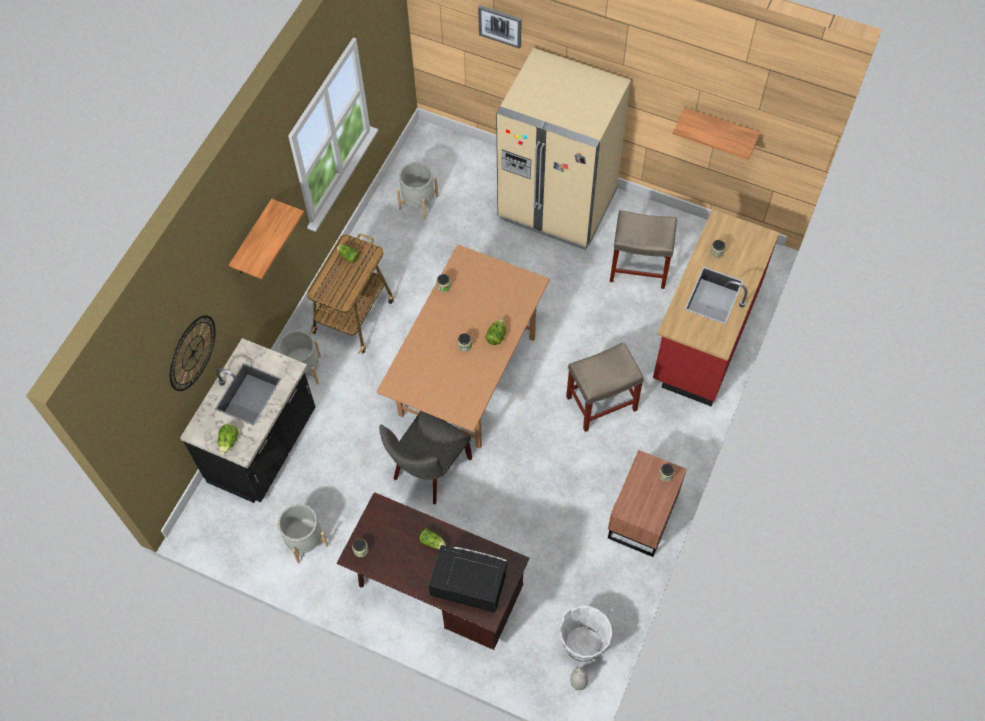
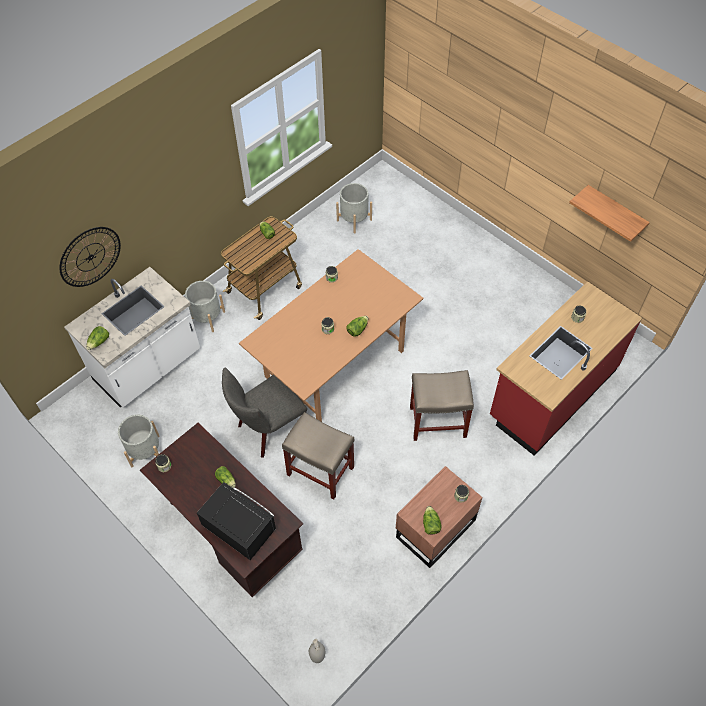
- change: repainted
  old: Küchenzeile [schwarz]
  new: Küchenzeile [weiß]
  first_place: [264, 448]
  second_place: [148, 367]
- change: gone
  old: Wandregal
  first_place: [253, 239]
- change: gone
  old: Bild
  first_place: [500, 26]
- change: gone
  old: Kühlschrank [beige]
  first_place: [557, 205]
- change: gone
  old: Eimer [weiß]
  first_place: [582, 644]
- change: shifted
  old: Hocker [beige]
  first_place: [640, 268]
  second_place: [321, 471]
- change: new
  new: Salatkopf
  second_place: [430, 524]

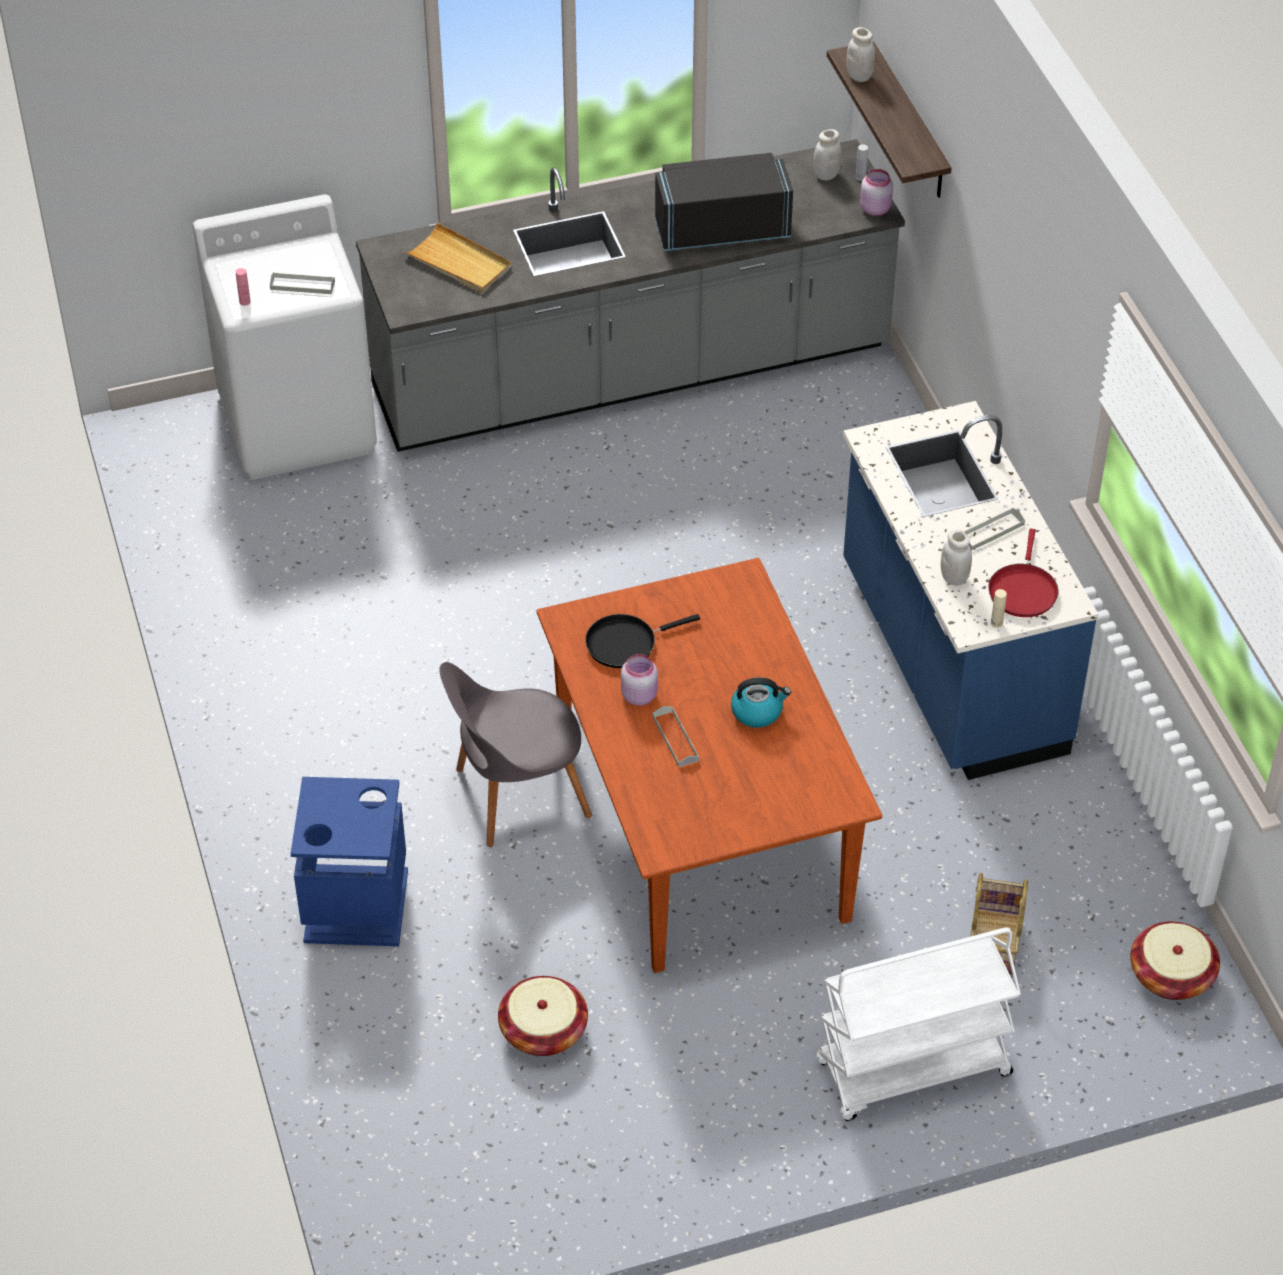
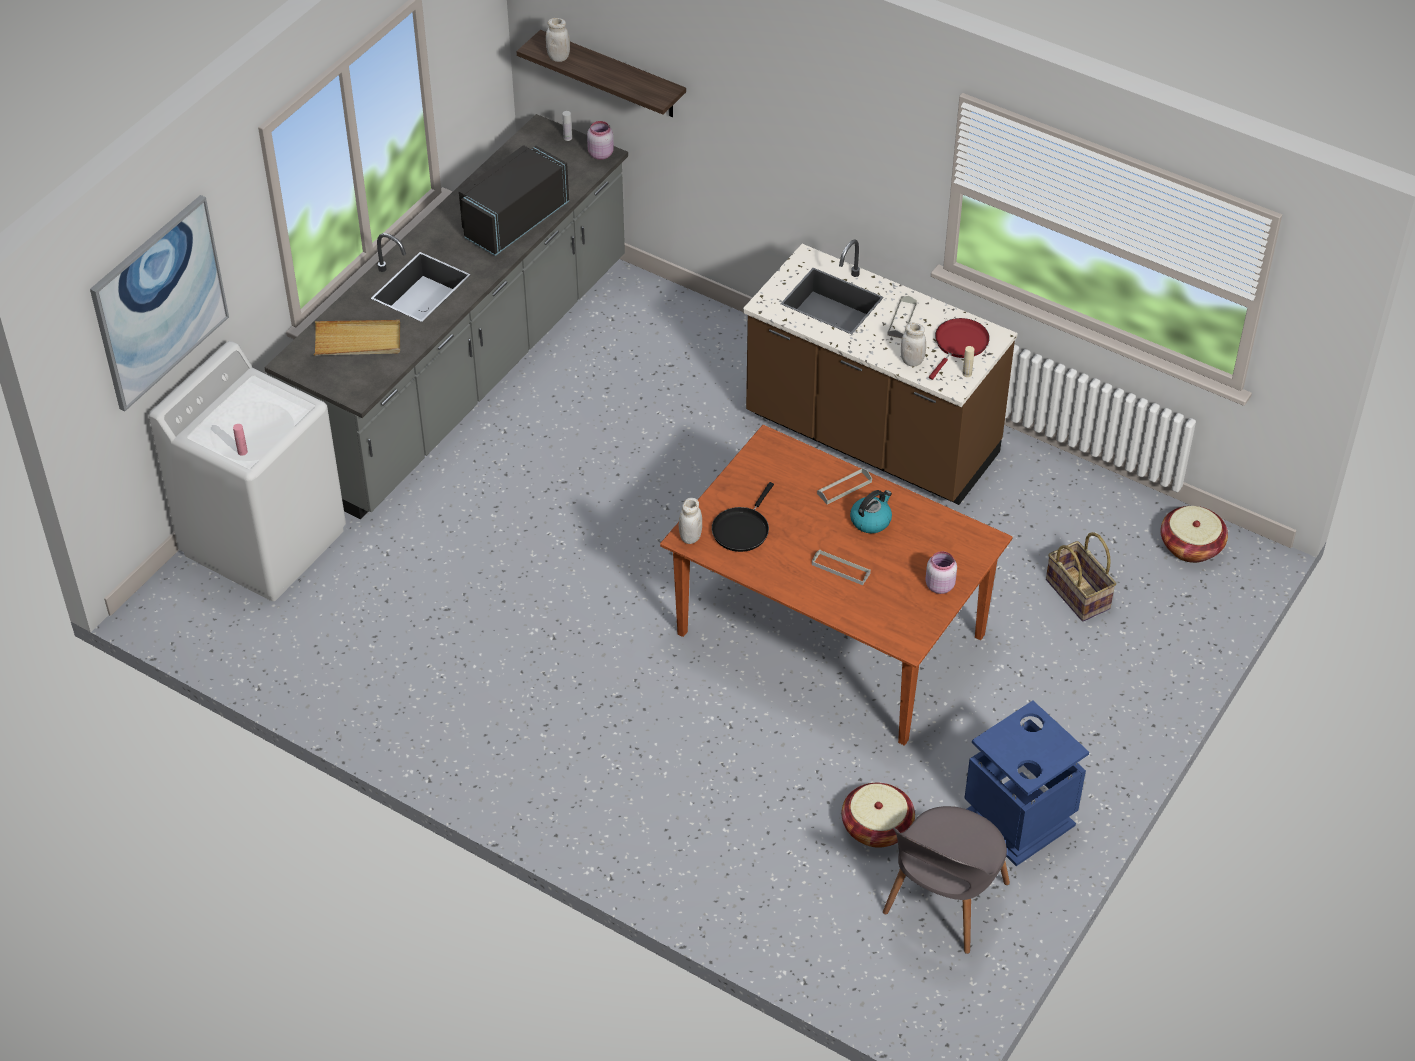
- change: shifted
  old: Tablett [grau]
  first_place: [302, 285]
  second_place: [844, 488]
- change: shifted
  old: Mülleimer [blau]
  first_place: [355, 907]
  second_place: [1018, 820]
- change: shifted
  old: Stuhl [grau]
  first_place: [516, 794]
  second_place: [943, 902]
- change: shifted
  old: Vorratsglas [rosa]
  first_place: [639, 695]
  second_place: [939, 585]
- change: shifted
  old: Vorratsglas [weiß]
  first_place: [826, 175]
  second_place: [690, 537]
- change: gone
  old: Rollwagen [weiß]
  first_place: [912, 1070]
- change: repainted
  old: Küchenzeile [blau]
  new: Küchenzeile [braun]
  first_place: [950, 661]
  second_place: [871, 438]
- change: rotated
  old: Pfanne [rot]
  first_place: [1023, 590]
  second_place: [959, 344]
  degrees: -120
- change: new
  new: Bild
  second_place: [159, 302]

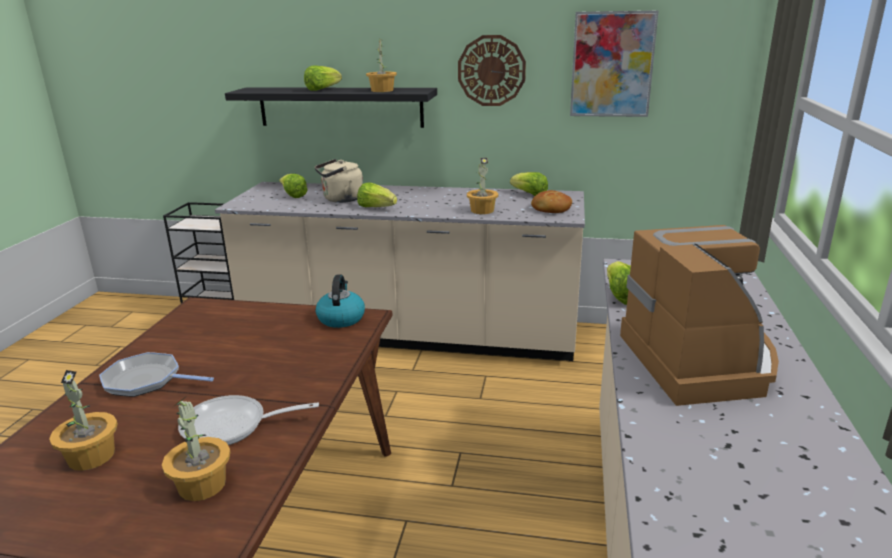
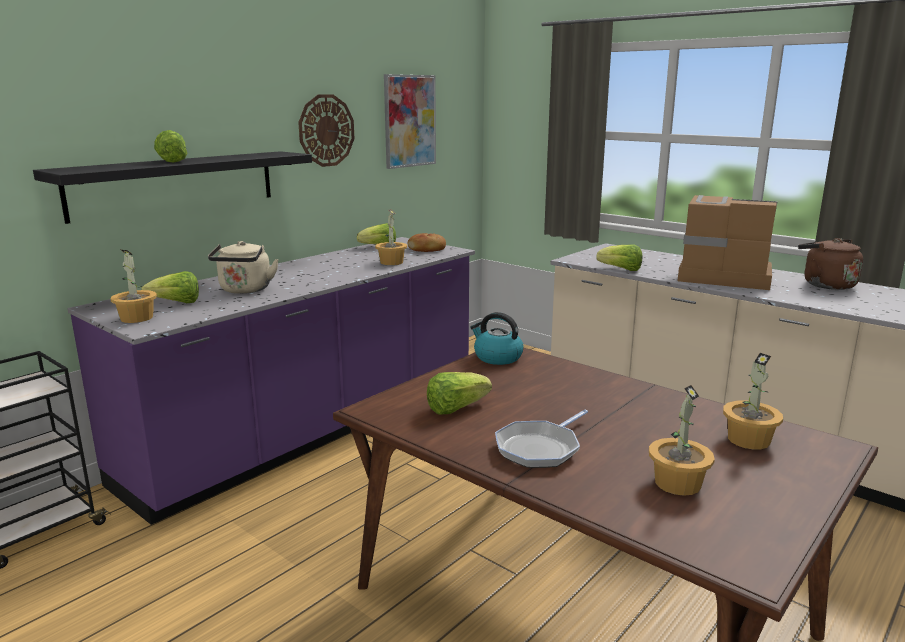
- change: gone
  old: Pfanne
  first_place: [232, 426]
- change: repainted
  old: Küchenzeile [beige]
  new: Küchenzeile [lila]
  first_place: [410, 334]
  second_place: [313, 429]
- change: shifted
  old: Salatkopf
  first_place: [376, 208]
  second_place: [456, 408]
- change: shifted
  old: Topfpflanze
  first_place: [382, 90]
  second_place: [136, 318]
- change: new
  new: Wasserkessel [braun]
  second_place: [825, 285]

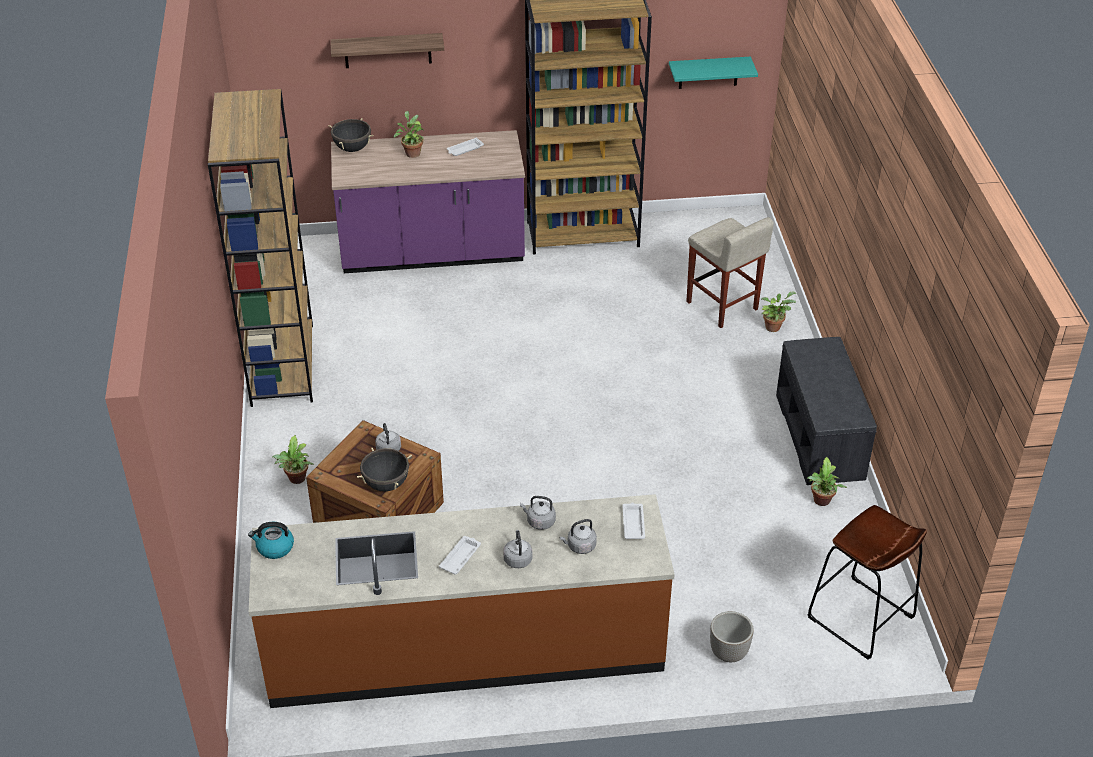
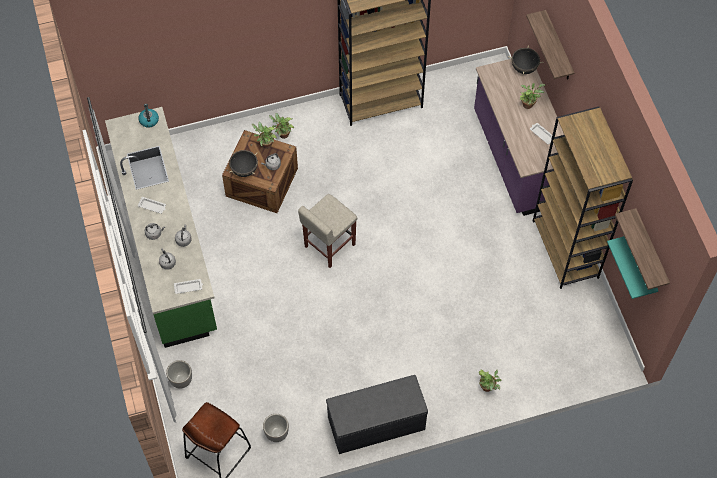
- change: repainted
  old: Küchenzeile [braun]
  new: Küchenzeile [grün]
  first_place: [465, 649]
  second_place: [168, 246]
- change: shifted
  old: Hocker [beige]
  first_place: [722, 306]
  second_place: [329, 246]
- change: shifted
  old: Topfpflanze
  first_place: [821, 502]
  second_place: [265, 144]
- change: new
  new: Pflanzkübel
  second_place: [276, 434]
- change: new
  new: Wandregal
  second_place: [650, 250]

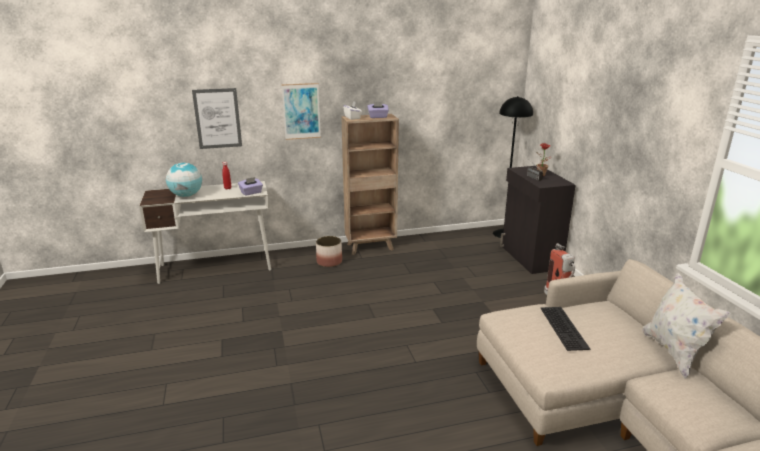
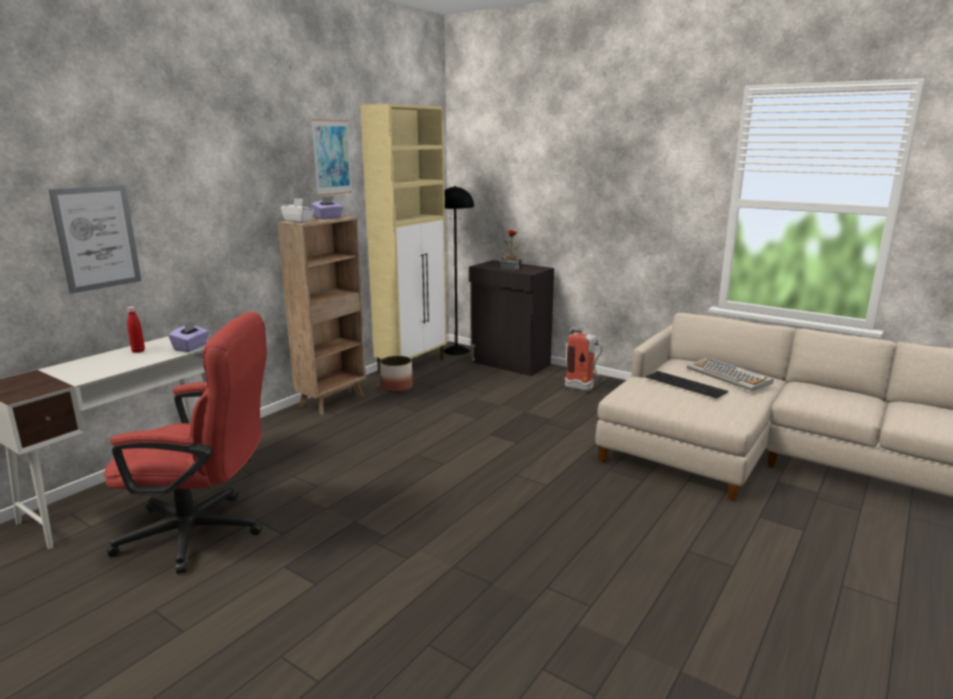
- change: gone
  old: Globus
  first_place: [186, 195]
- change: shifted
  old: Bild
  first_place: [301, 111]
  second_place: [332, 157]
- change: shifted
  old: Pflanzkübel
  first_place: [329, 262]
  second_place: [397, 387]
- change: gone
  old: Kissen [weiß]
  first_place: [673, 353]
- change: new
  new: Bürostuhl [rot]
  second_place: [204, 533]
- change: new
  new: Schrank [beige]
  second_place: [412, 365]
- change: new
  new: Tastatur
  second_place: [729, 376]

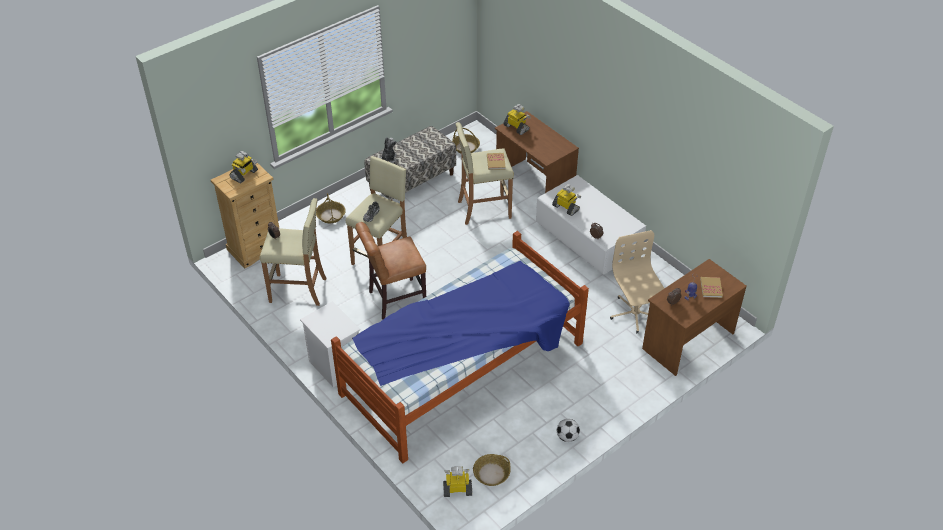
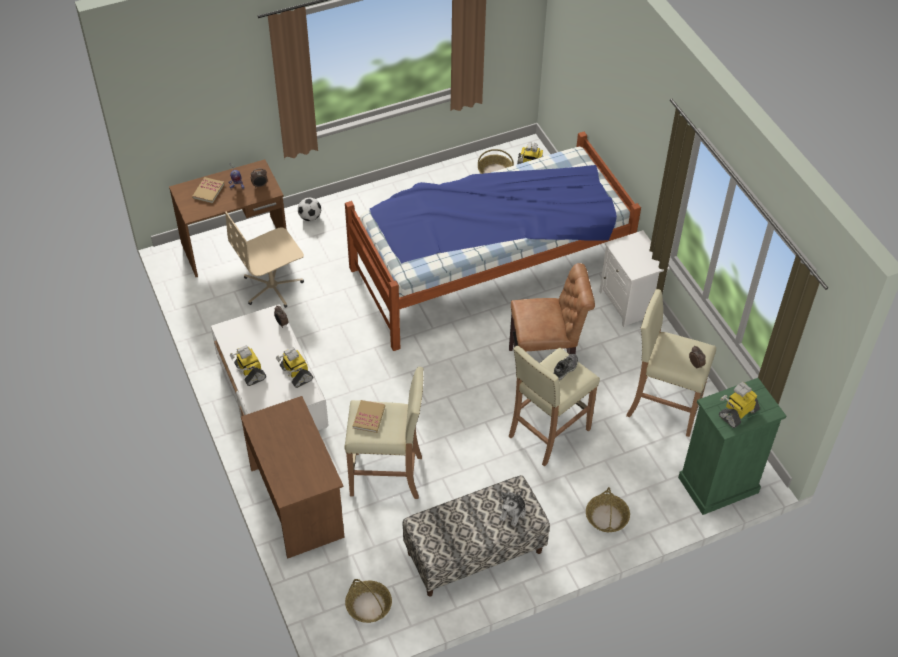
- change: repainted
  old: Kommode [beige]
  new: Kommode [grün]
  first_place: [255, 248]
  second_place: [718, 485]
- change: shifted
  old: Spielzeugroboter
  first_place: [517, 127]
  second_place: [249, 372]
- change: shifted
  old: Fußball
  first_place: [567, 437]
  second_place: [310, 217]
- change: rotated
  old: Bürostuhl [beige]
  first_place: [634, 314]
  second_place: [272, 287]
  degrees: 60

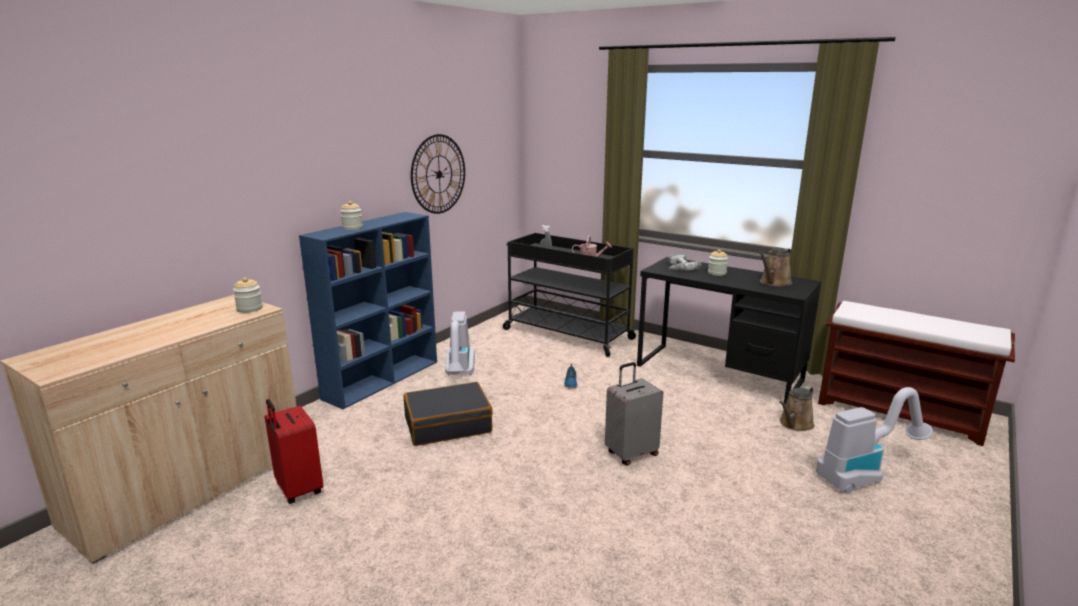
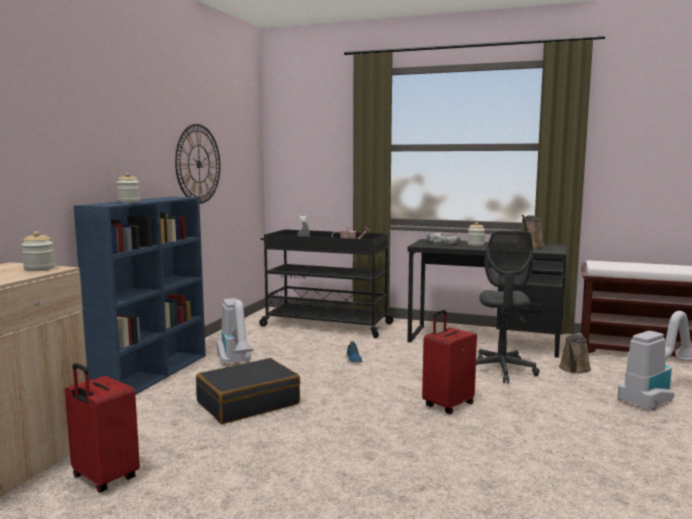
- change: repainted
  old: Koffer [grau]
  new: Koffer [rot]
  first_place: [631, 453]
  second_place: [447, 405]
- change: new
  new: Bürostuhl [grau]
  second_place: [501, 370]

